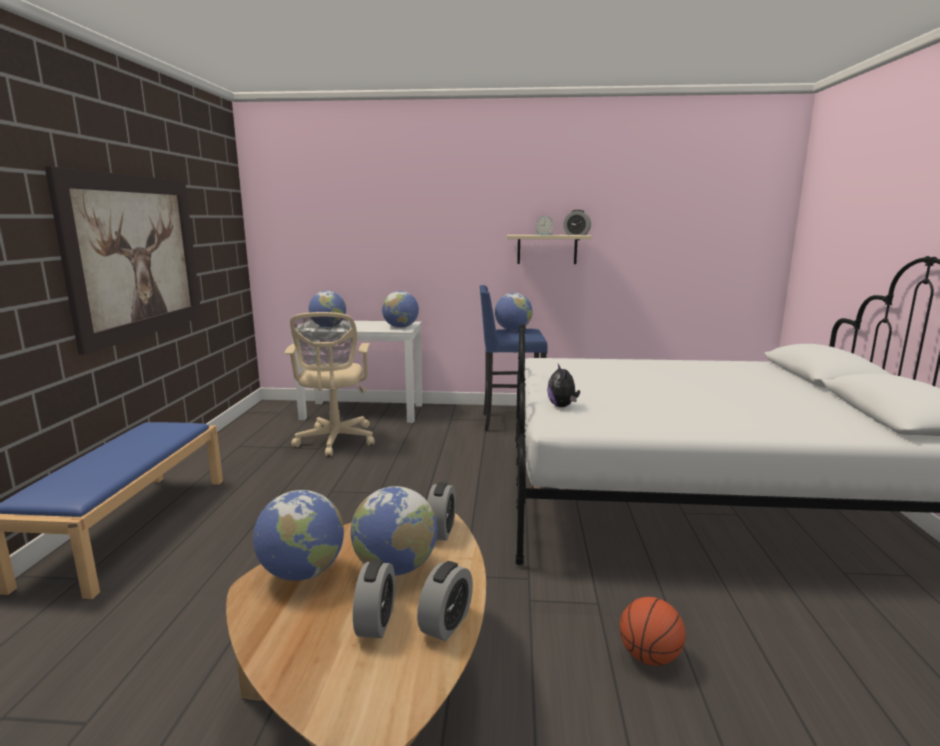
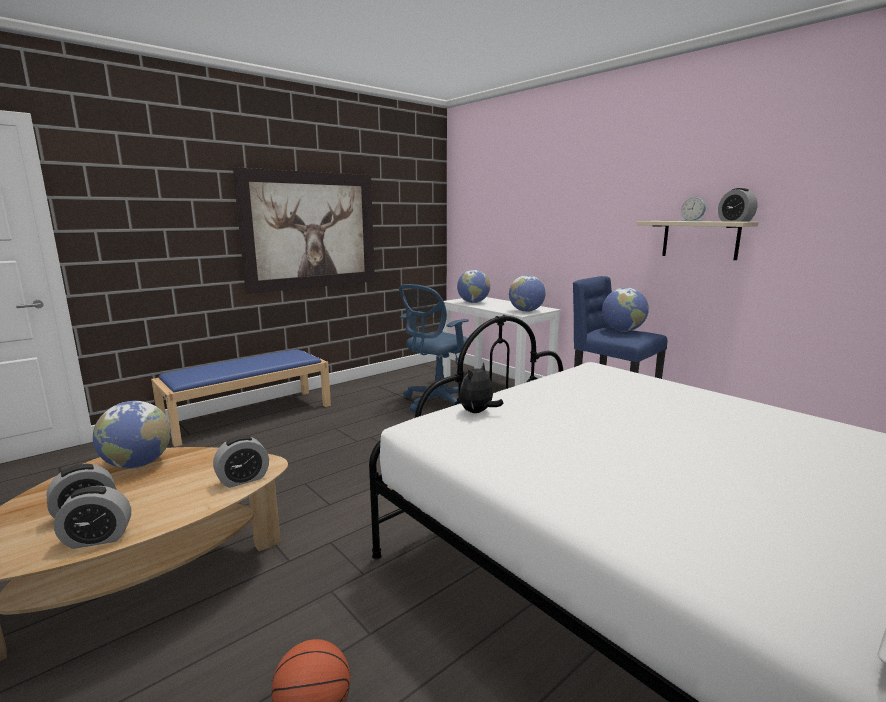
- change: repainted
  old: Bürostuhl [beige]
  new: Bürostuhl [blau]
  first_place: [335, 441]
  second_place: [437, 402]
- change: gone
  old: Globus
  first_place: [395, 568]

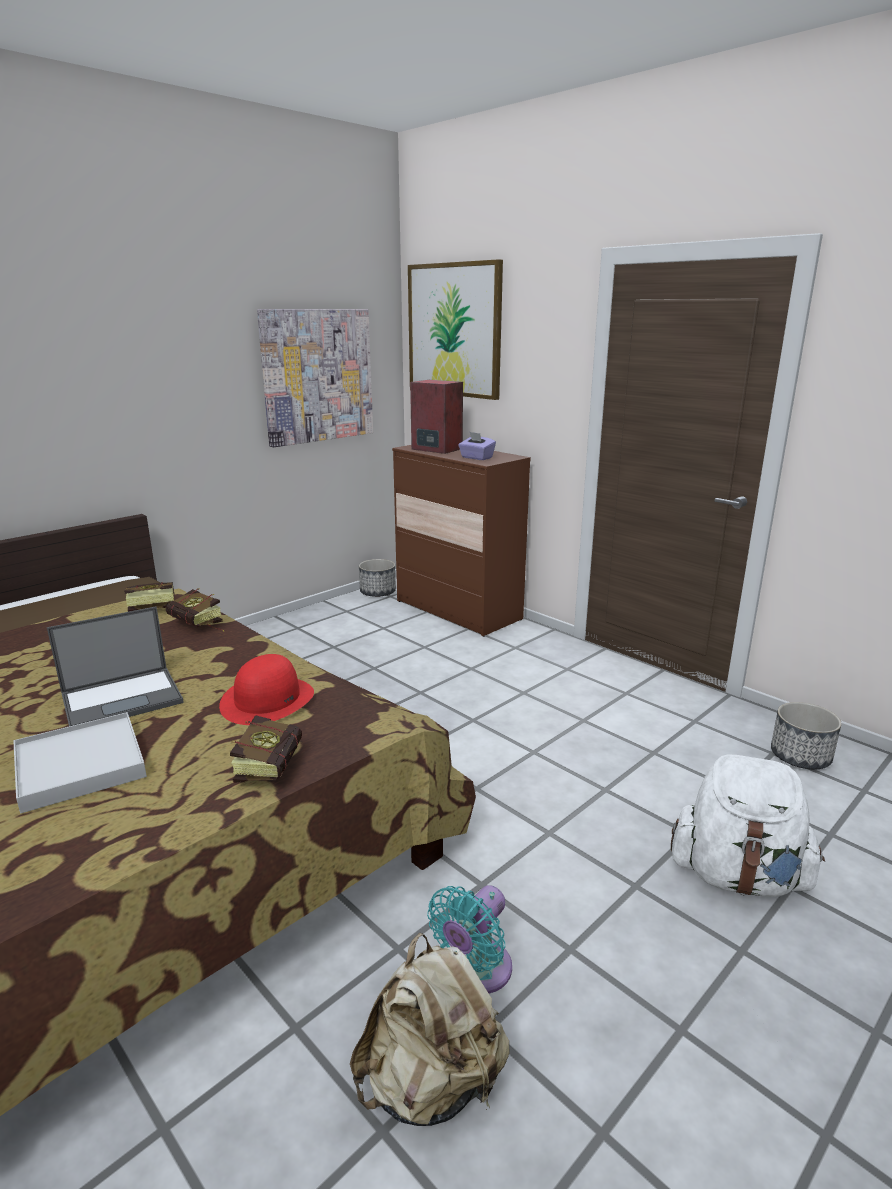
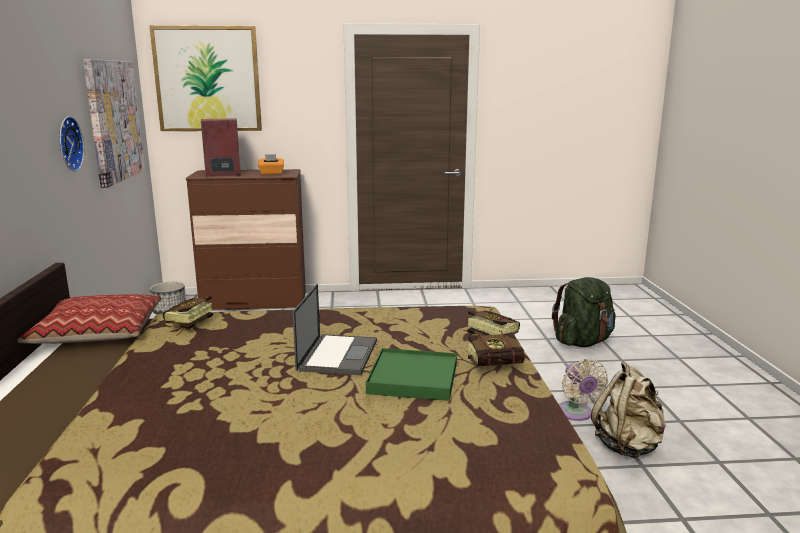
- change: repainted
  old: Tablett [weiß]
  new: Tablett [grün]
  first_place: [79, 765]
  second_place: [413, 378]
- change: shifted
  old: Buch
  first_place: [199, 626]
  second_place: [500, 366]
- change: gone
  old: Hut [rot]
  first_place: [267, 699]
- change: repainted
  old: Ventilator [türkis]
  new: Ventilator [beige]
  first_place: [476, 971]
  second_place: [576, 414]
- change: repainted
  old: Taschentuchbox [lila]
  new: Taschentuchbox [orange]
  first_place: [476, 458]
  second_place: [271, 174]
- change: repainted
  old: Rucksack [weiß]
  new: Rucksack [grün]
  first_place: [738, 876]
  second_place: [583, 342]
- change: gone
  old: Pflanzkübel
  first_place: [800, 756]
- change: new
  new: Kissen
  second_place: [98, 332]
- change: new
  new: Wanduhr
  second_place: [67, 144]

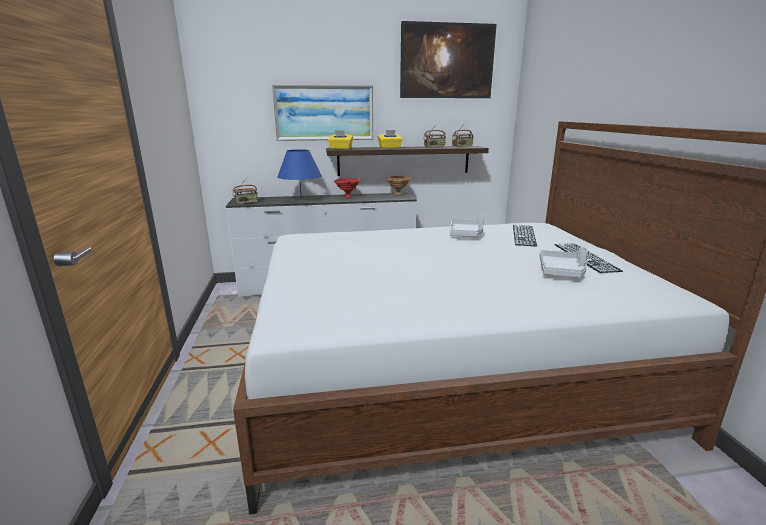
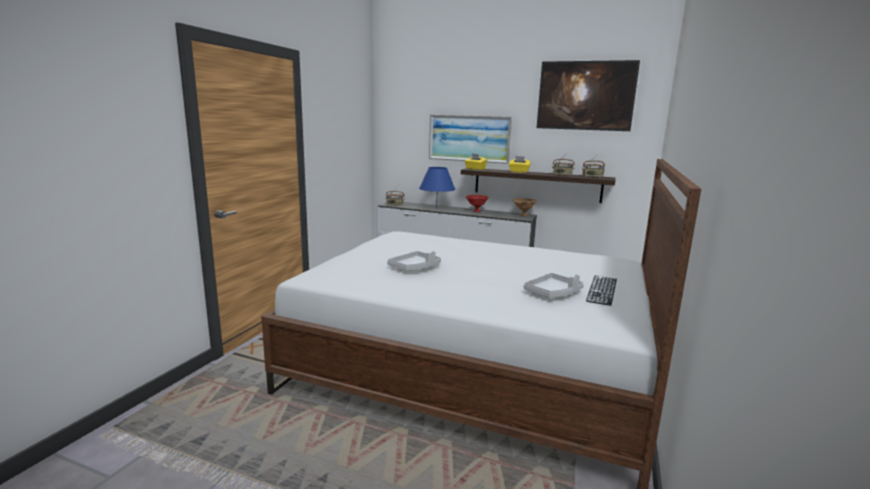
- change: shifted
  old: Tablett [grau]
  first_place: [466, 234]
  second_place: [414, 268]
- change: gone
  old: Tastatur
  first_place: [524, 235]

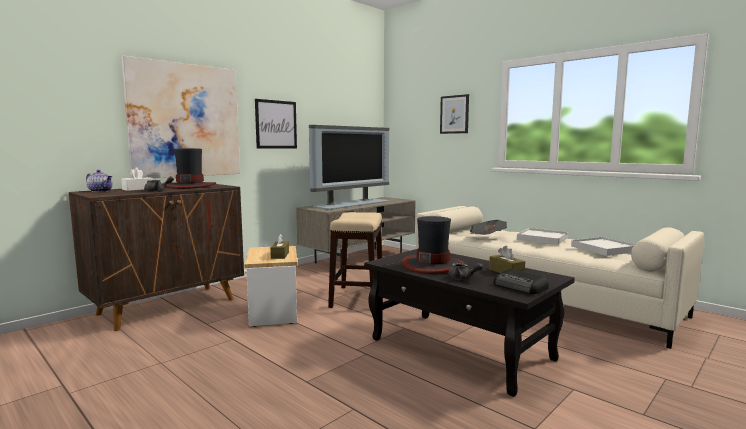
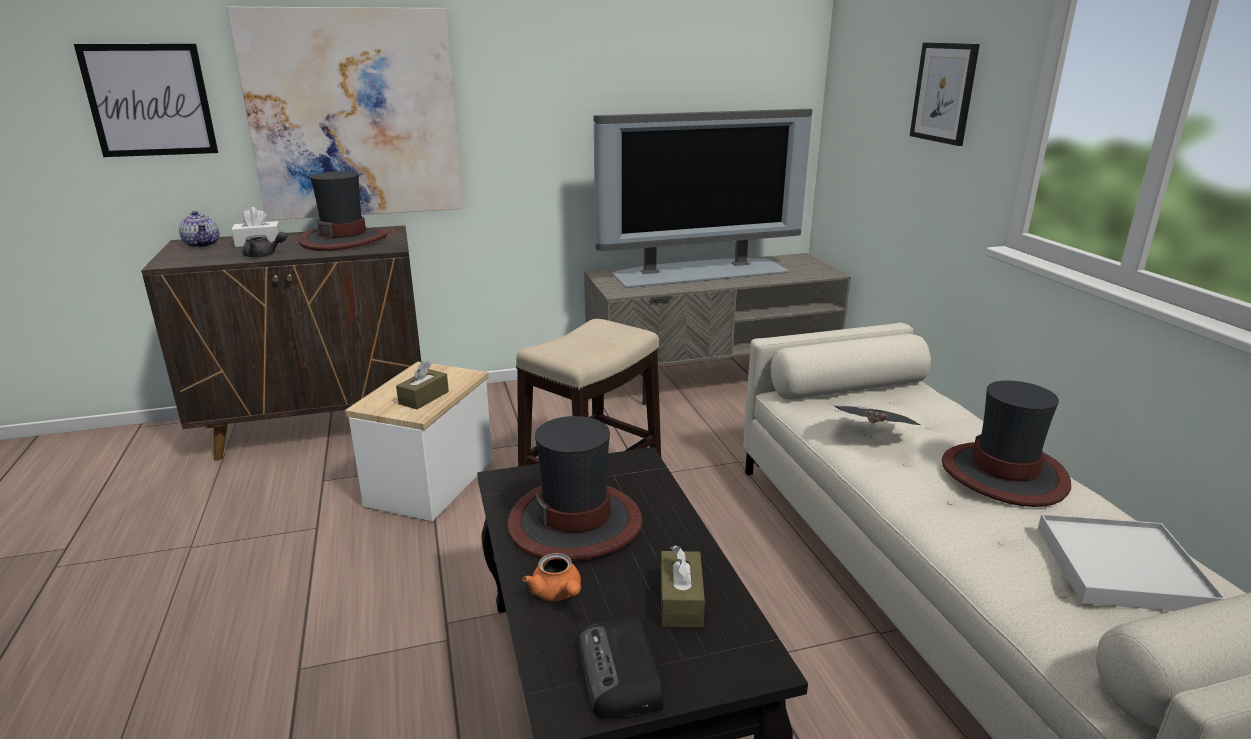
- change: shifted
  old: Bild
  first_place: [276, 124]
  second_place: [149, 100]
- change: repainted
  old: Teekanne [grau]
  new: Teekanne [orange]
  first_place: [462, 278]
  second_place: [557, 593]
- change: swapped
  old: Tablett [weiß]
  new: Hut
  first_place: [542, 239]
  second_place: [1004, 474]

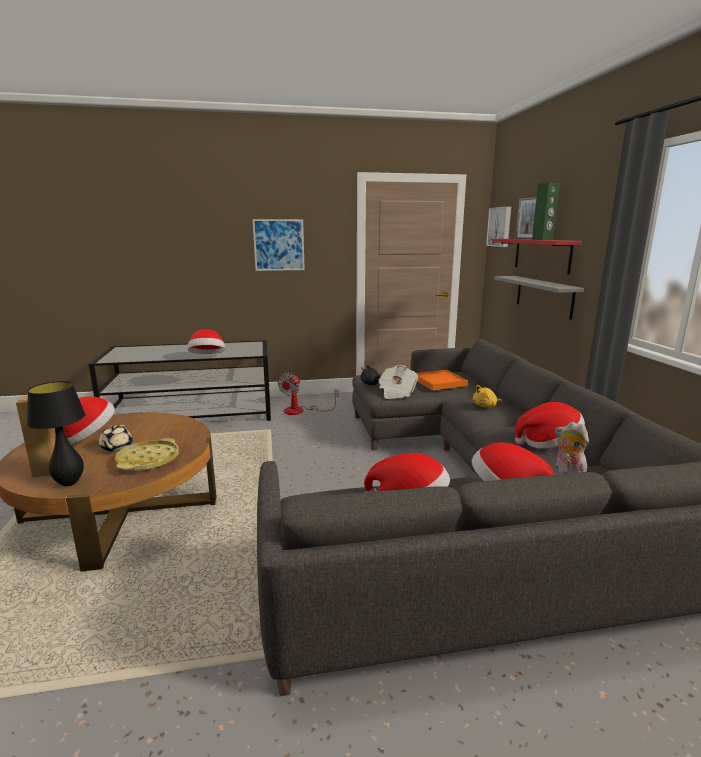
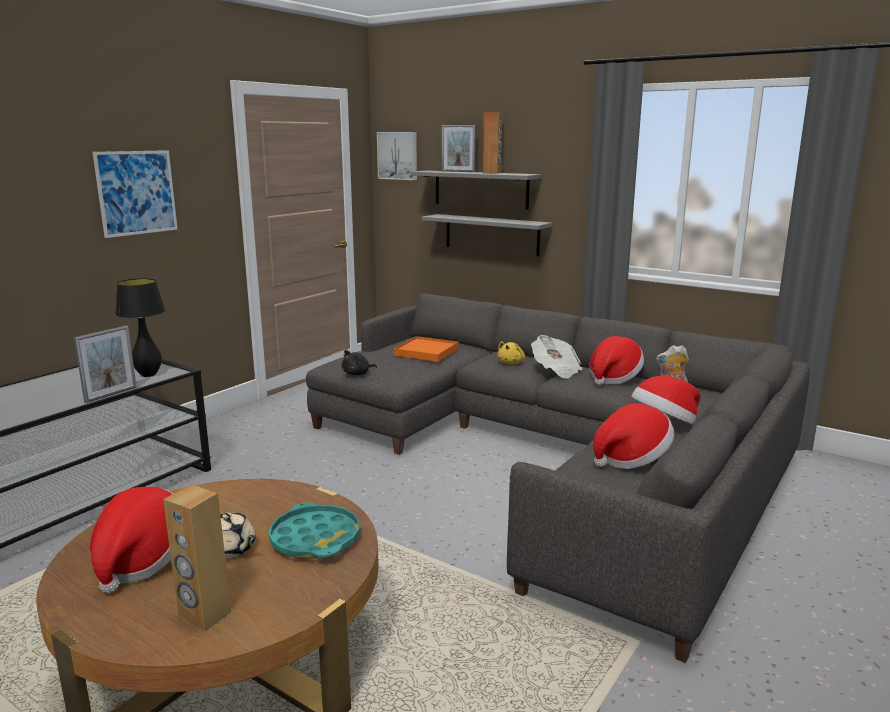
- change: shifted
  old: Tischlampe [schwarz]
  first_place: [69, 483]
  second_place: [148, 375]
- change: repainted
  old: Tablett [gelb]
  new: Tablett [türkis]
  first_place: [148, 460]
  second_place: [315, 539]
- change: swapped
  old: Hut
  new: Bilderrahmen
  first_place: [208, 357]
  second_place: [111, 394]
- change: gone
  old: Ventilator
  first_place: [301, 411]
- change: shifted
  old: Zeitung
  first_place: [396, 393]
  second_place: [556, 370]
- change: repainted
  old: Wandregal [rot]
  new: Wandregal [grau]
  first_place: [541, 255]
  second_place: [481, 189]
- change: repainted
  old: Lautsprecher [grün]
  new: Lautsprecher [braun]
  first_place: [542, 239]
  second_place: [492, 173]

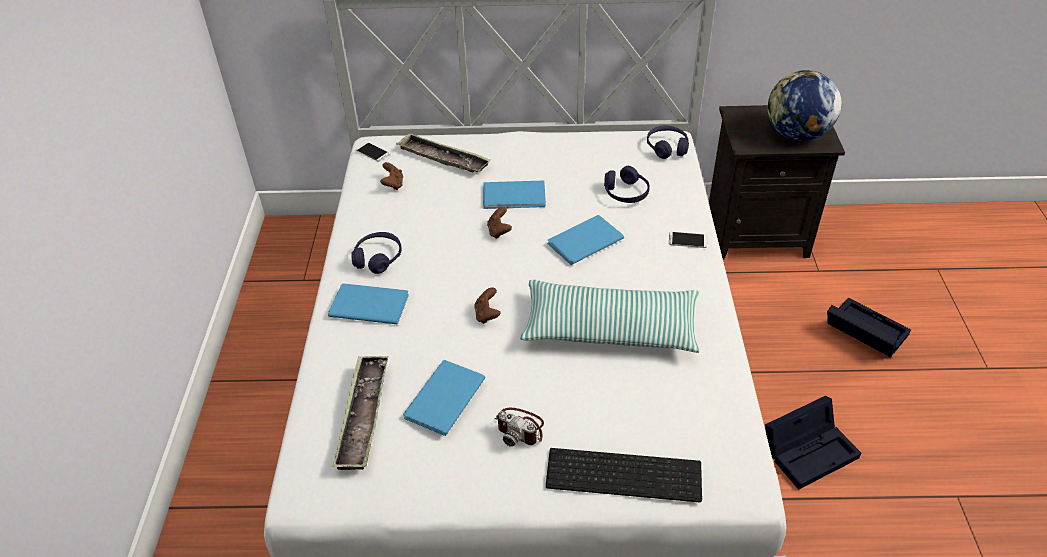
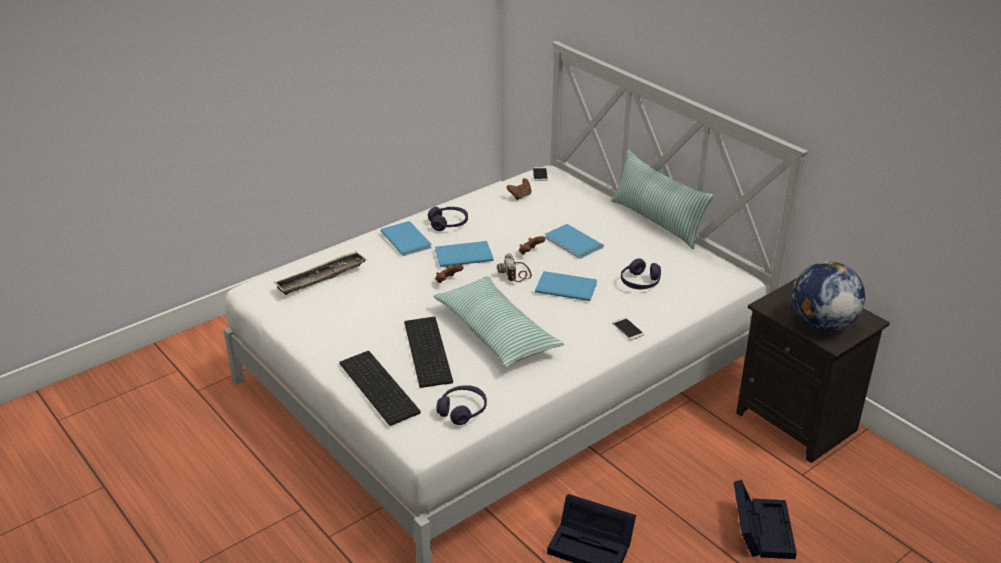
- change: gone
  old: Tablett
  first_place: [443, 158]
- change: shifted
  old: Buch [blau]
  first_place: [441, 399]
  second_place: [462, 255]
- change: shifted
  old: Kamera
  first_place: [520, 428]
  second_place: [516, 273]
- change: shifted
  old: Kopfhörer [lila]
  first_place: [667, 148]
  second_place: [462, 410]
- change: new
  new: Tastatur
  second_place: [430, 352]
- change: new
  new: Kissen
  second_place: [657, 222]

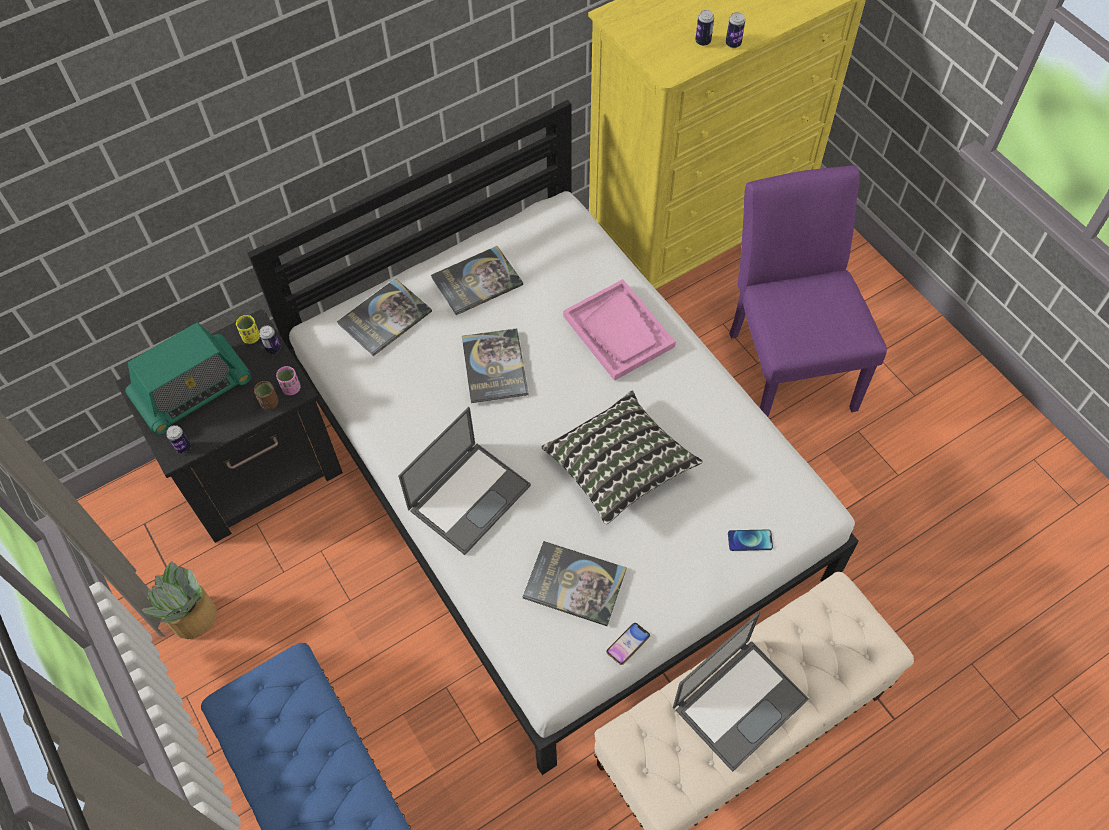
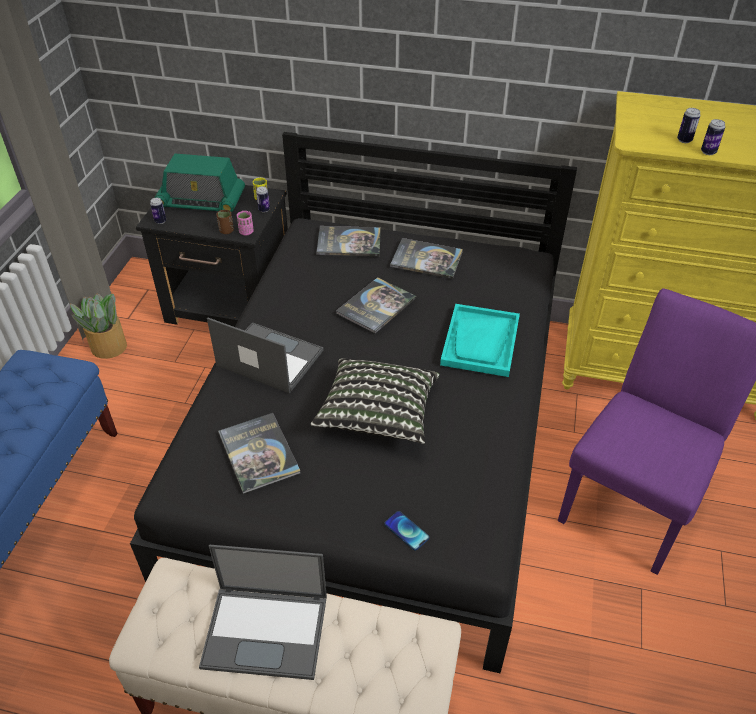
- change: repainted
  old: Bett [weiß]
  new: Bett [schwarz]
  first_place: [557, 480]
  second_place: [378, 439]
- change: rotated
  old: Laptop
  first_place: [469, 496]
  second_place: [268, 358]
  degrees: -150
- change: repainted
  old: Tablett [rosa]
  new: Tablett [türkis]
  first_place: [619, 331]
  second_place: [480, 342]
- change: gone
  old: Handy
  first_place: [628, 644]

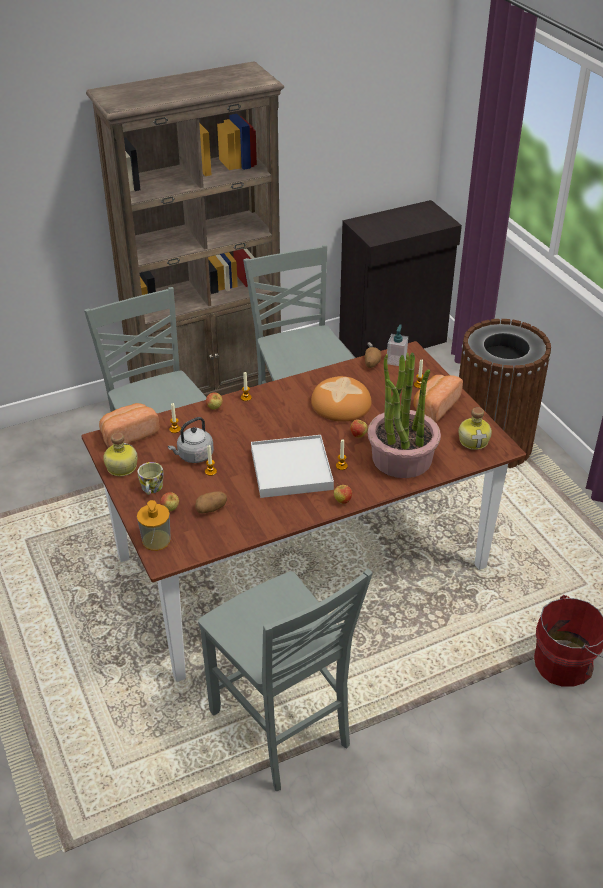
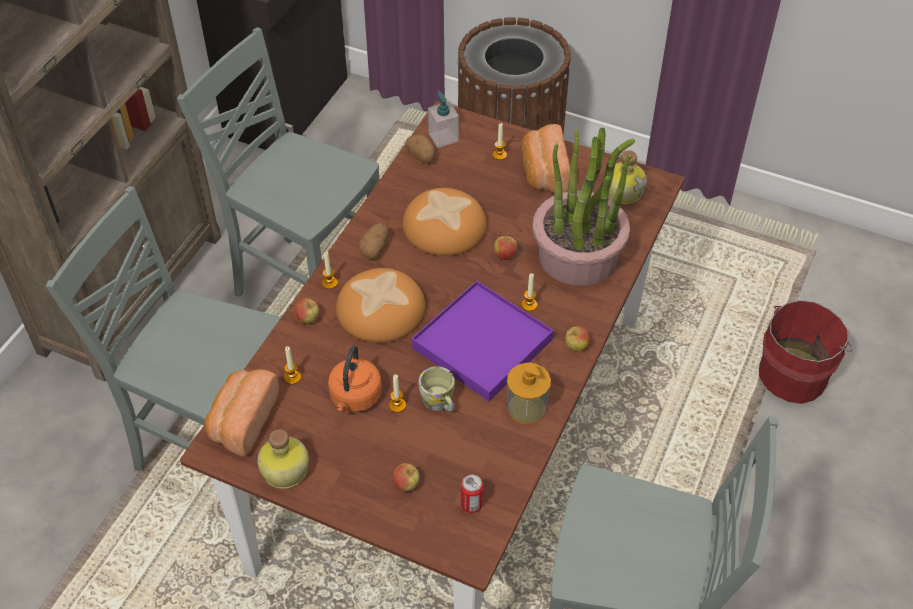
- change: shifted
  old: Seifenspender
  first_place: [156, 540]
  second_place: [526, 408]
- change: shifted
  old: Henkelbecher
  first_place: [151, 489]
  second_place: [439, 402]
- change: repainted
  old: Wasserkessel [grau]
  new: Wasserkessel [orange]
  first_place: [194, 456]
  second_place: [355, 398]
- change: shifted
  old: Kartoffel
  first_place: [211, 509]
  second_place: [375, 248]
- change: repainted
  old: Tablett [weiß]
  new: Tablett [lila]
  first_place: [291, 469]
  second_place: [482, 344]
- change: new
  new: Brot
  second_place: [381, 309]
- change: new
  new: Dose
  second_place: [471, 504]

